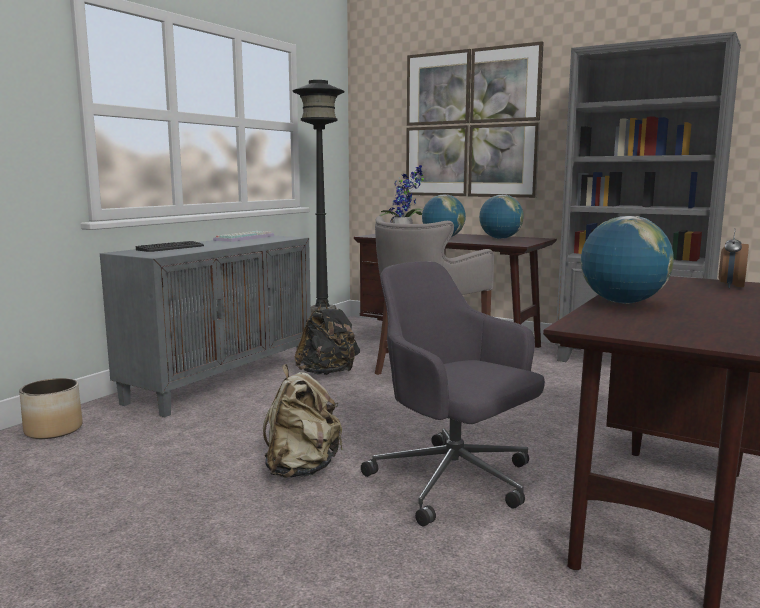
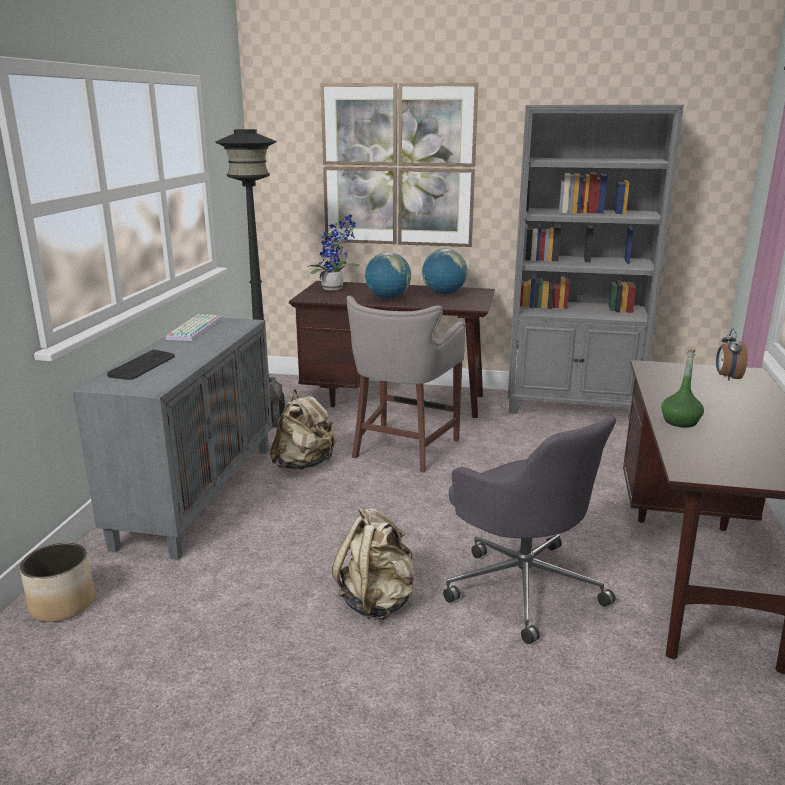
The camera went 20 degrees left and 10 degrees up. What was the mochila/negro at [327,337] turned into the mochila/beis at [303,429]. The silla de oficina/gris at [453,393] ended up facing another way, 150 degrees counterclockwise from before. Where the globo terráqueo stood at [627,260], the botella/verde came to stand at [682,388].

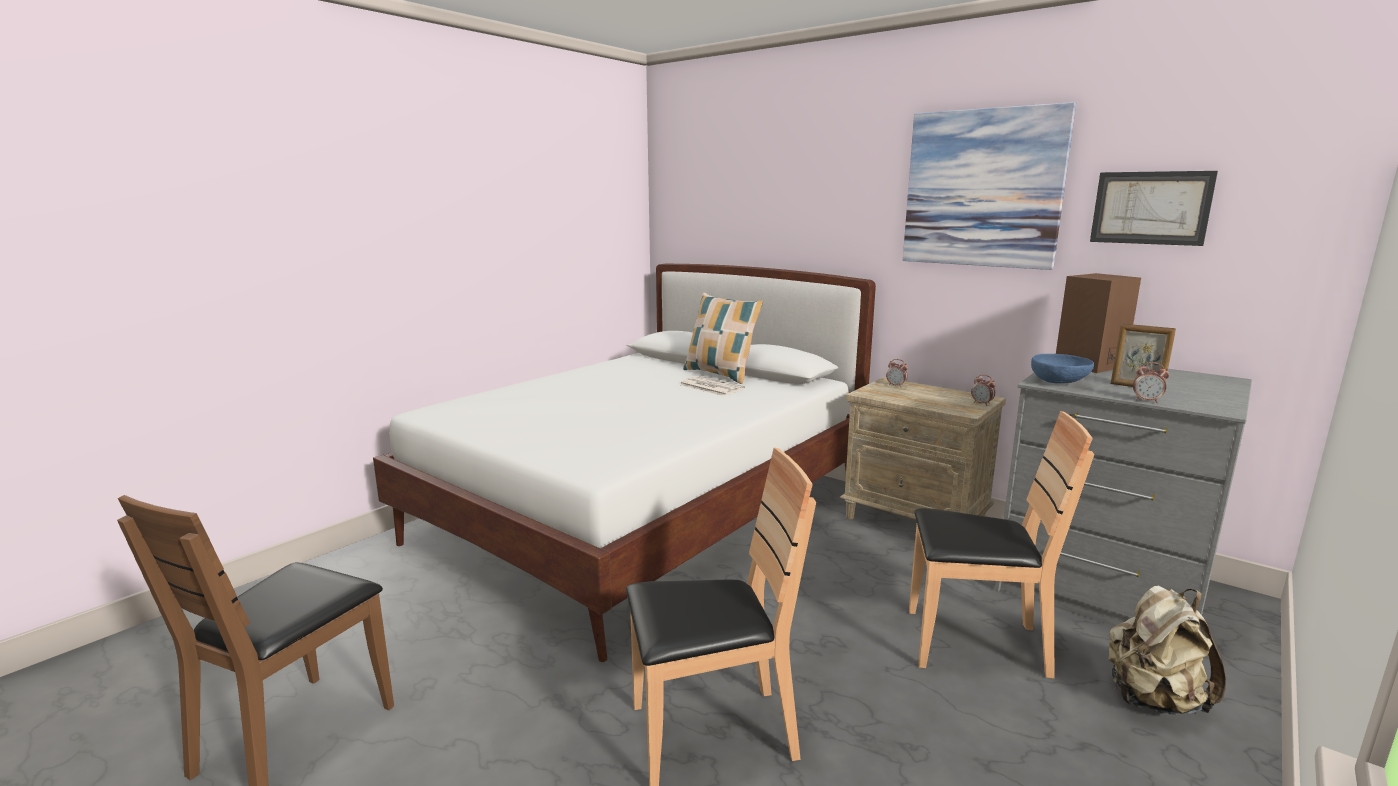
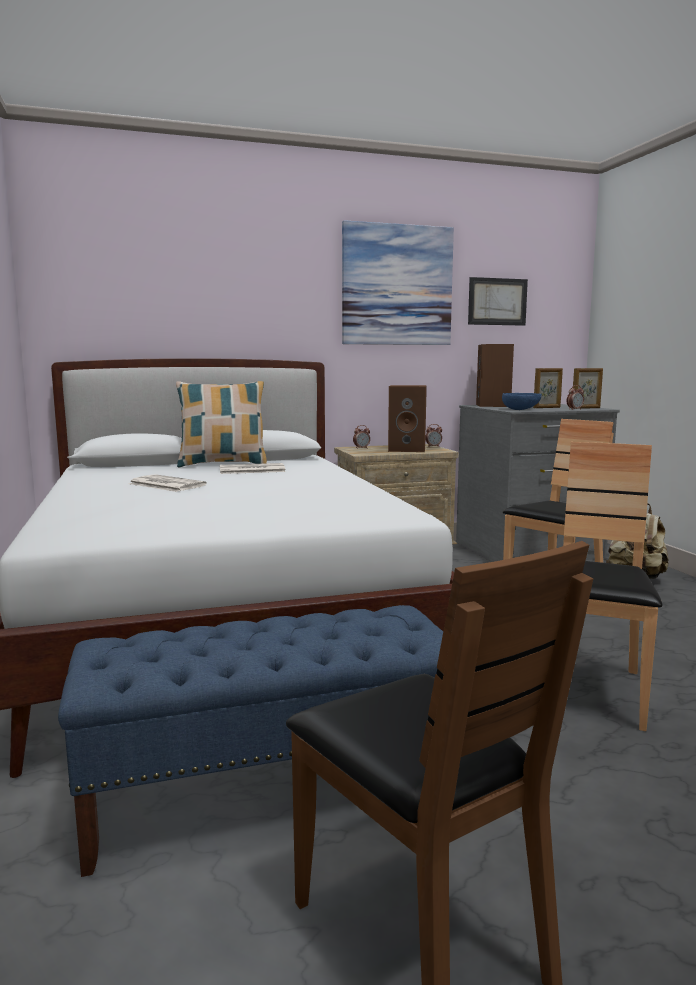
The camera went 55 degrees left and 5 degrees down. The second view gained the banco/azul at [250,741]. The second view gained the periódico at [168,483]. The second view gained the altavoz/marrón at [407,418]. The second view gained the portarretratos at [588,388].

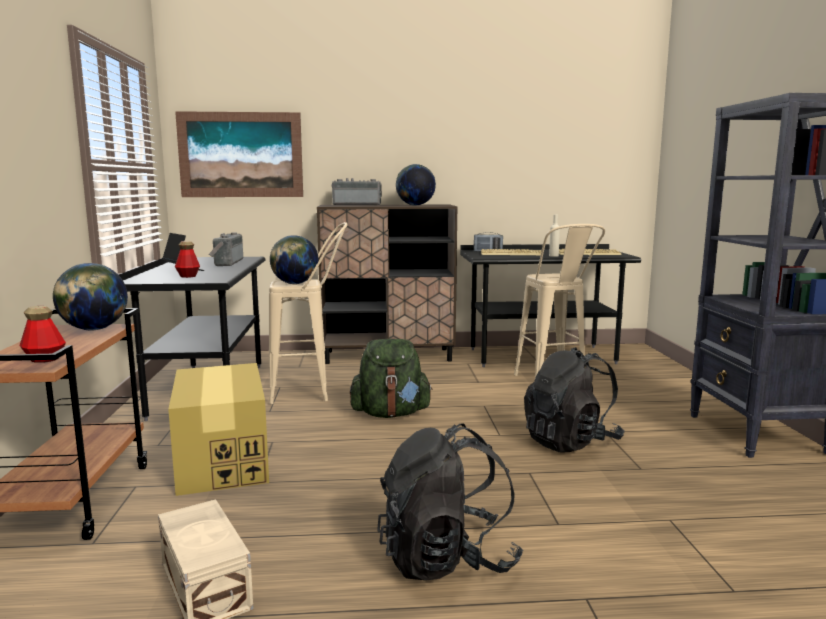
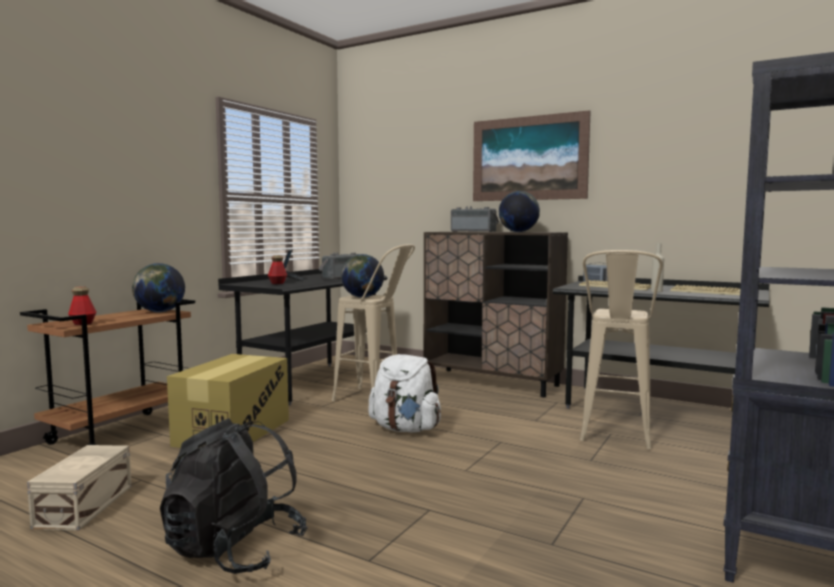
The camera went 35 degrees right and 5 degrees down. What was the mochila/verde at [391,378] turned into the mochila/blanco at [404,393]. The cuadro ended up elsewhere, having gone from [239,154] to [532,155]. The second view lost the mochila/negro at [574,400].

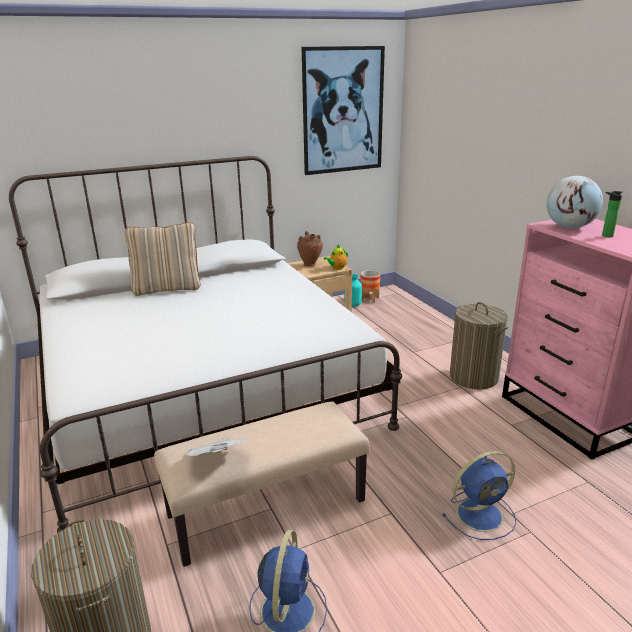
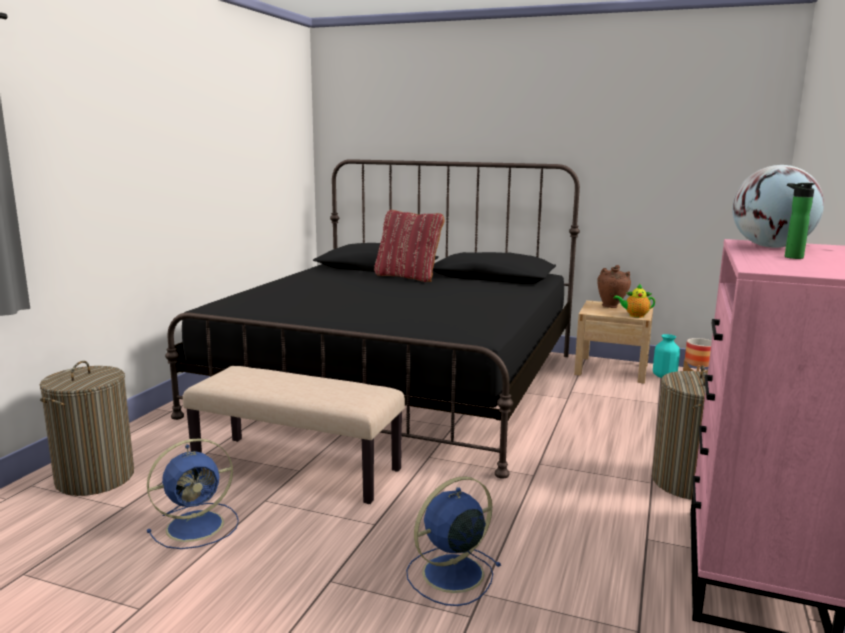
The camera went 45 degrees right and 10 degrees down. What was the cama/blanco at [205,344] turned into the cama/negro at [372,319]. What was the cojín/beis at [163,259] turned into the cojín/rojo at [409,246]. The ventilador/azul at [479,495] ended up facing another way, 120 degrees clockwise from before. The second view lost the periódico at [216,447]. The second view lost the cuadro at [343,110].

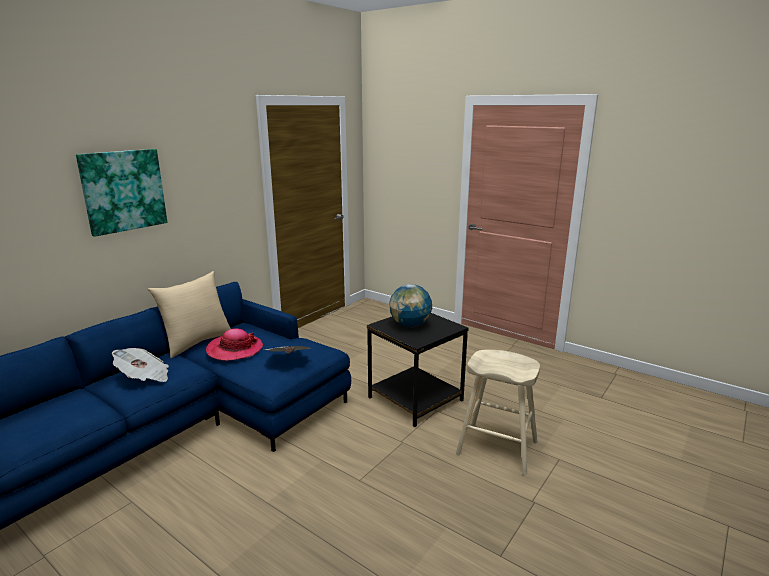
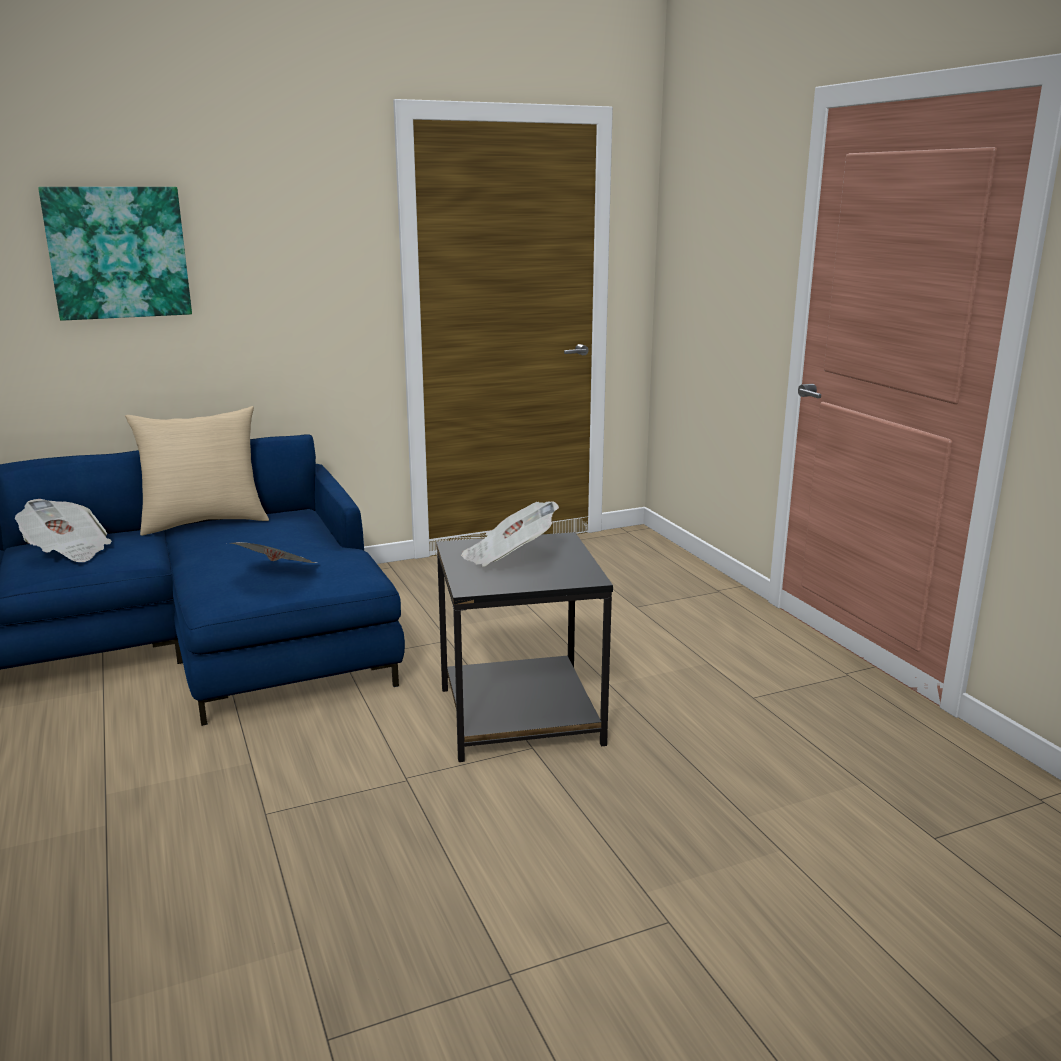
The camera went 30 degrees right and 0 degrees up. Where the globo terráqueo stood at [410,305], the periódico came to stand at [510,534]. The second view lost the sombrero at [234,345]. The second view lost the taburete/beis at [498,412].

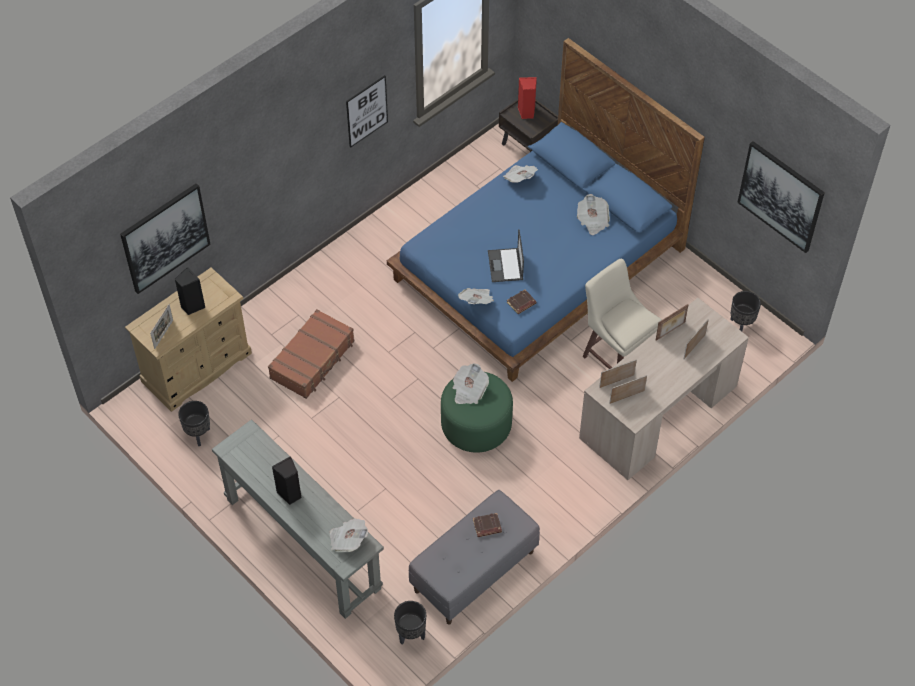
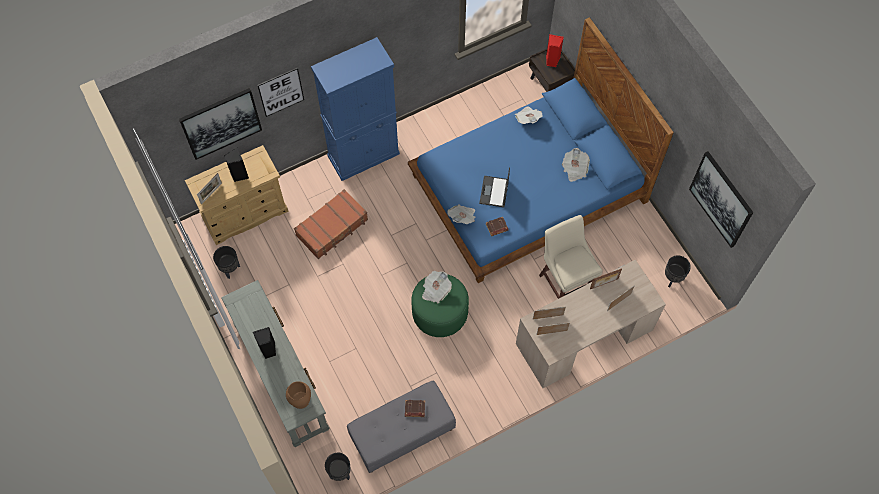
The camera went 15 degrees right and 10 degrees up. The cuadro ended up elsewhere, having gone from [367,111] to [280,92]. Where the periódico stood at [349,535], the florero/marrón came to stand at [298,395]. The second view gained the armario/azul at [355,109].

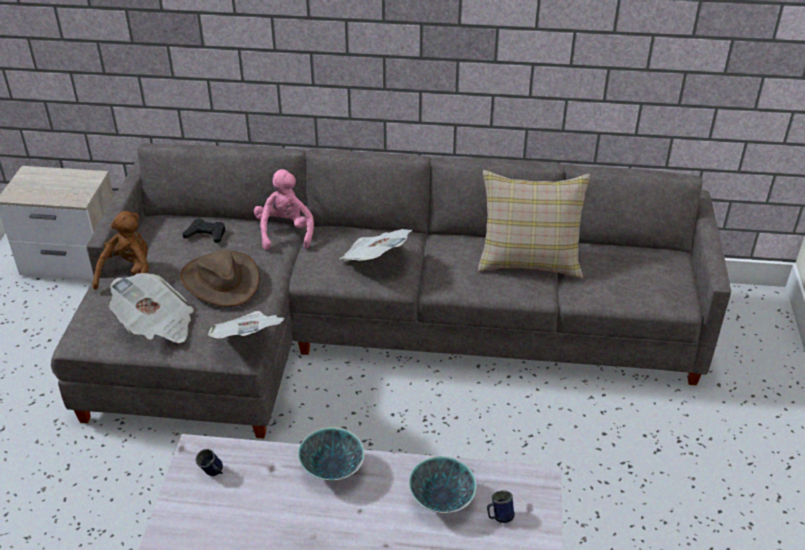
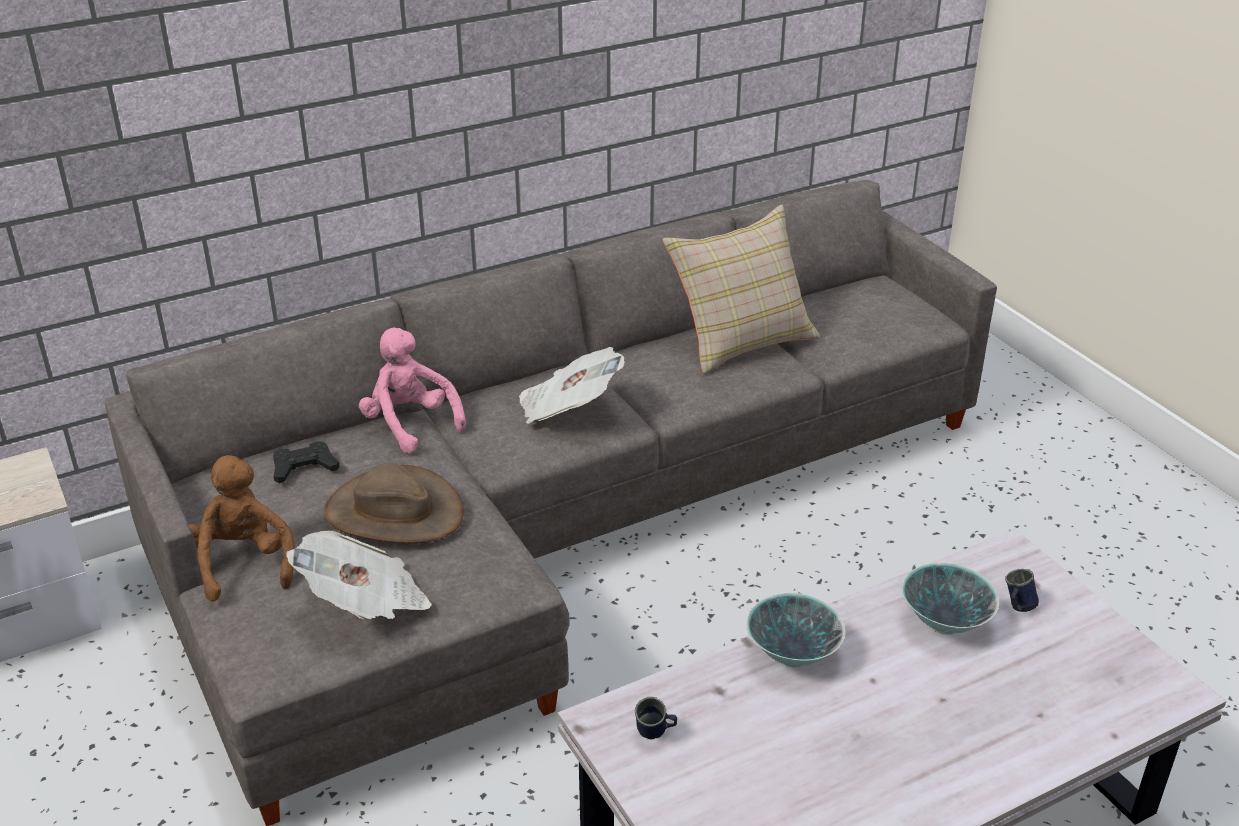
The camera went 35 degrees left and 5 degrees down. The second view lost the periódico at [246,324].

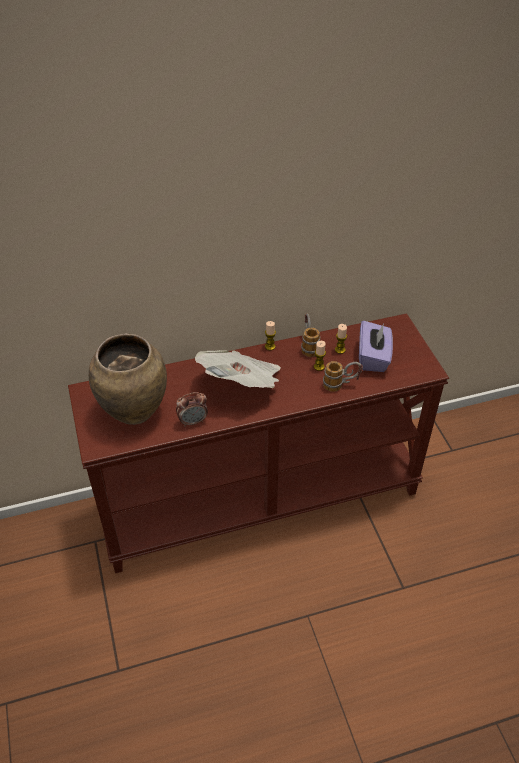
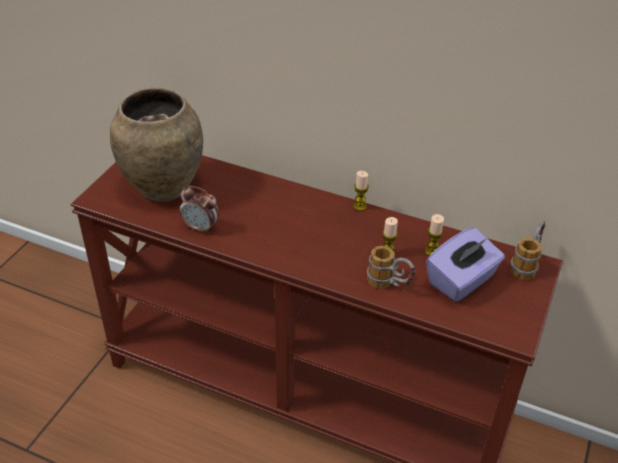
The camera went 40 degrees right and 5 degrees down. The taza grande ended up elsewhere, having gone from [310,335] to [528,250]. The second view lost the periódico at [238,369].

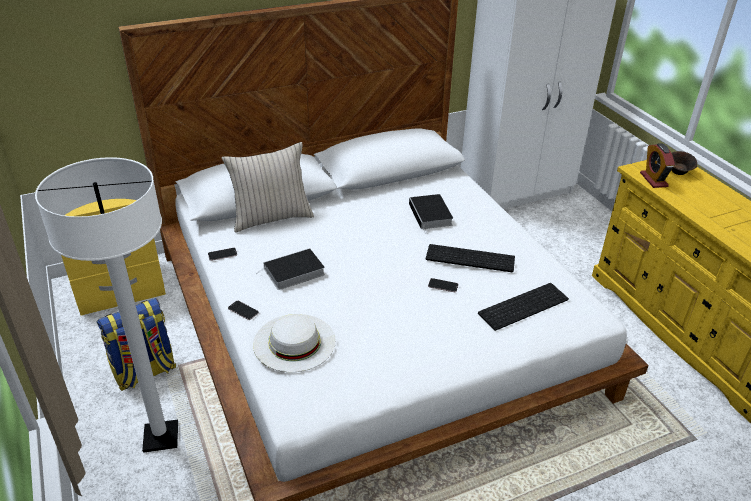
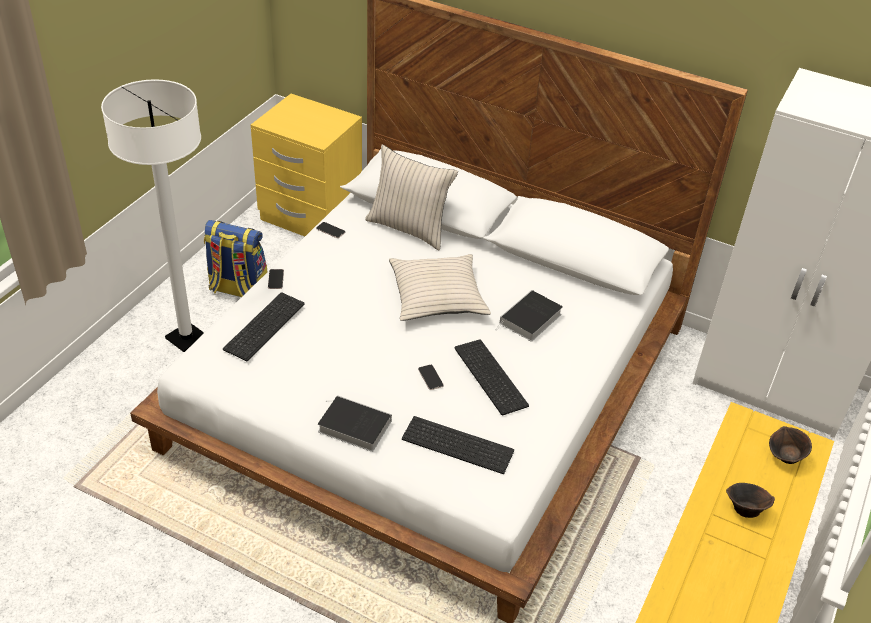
The camera went 50 degrees right and 5 degrees up. Where the sombrero/blanco stood at [294,343], the teclado came to stand at [264,326]. The libro ended up elsewhere, having gone from [291,269] to [355,423]. The second view gained the cojín/beis at [440,287]. The second view gained the cuenco/marrón at [750,500]. The second view lost the despertador at [657,165].

